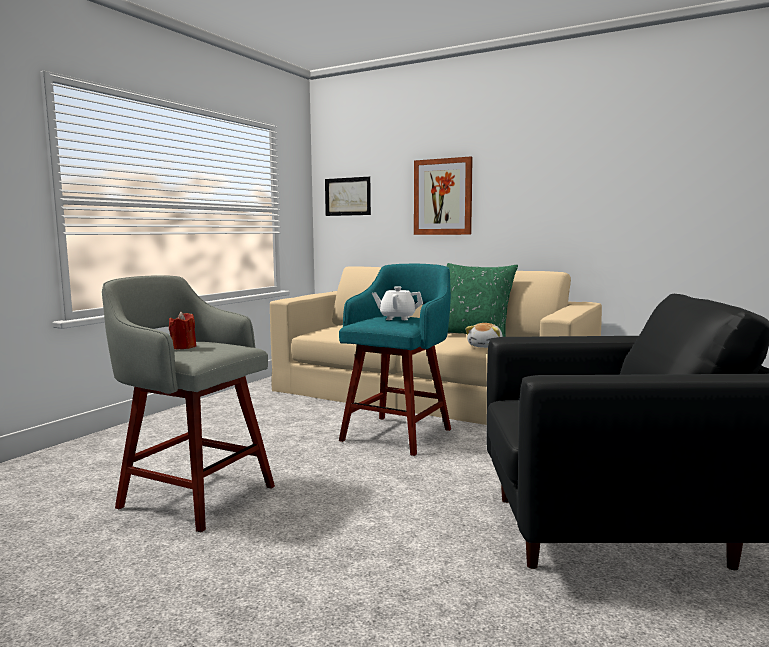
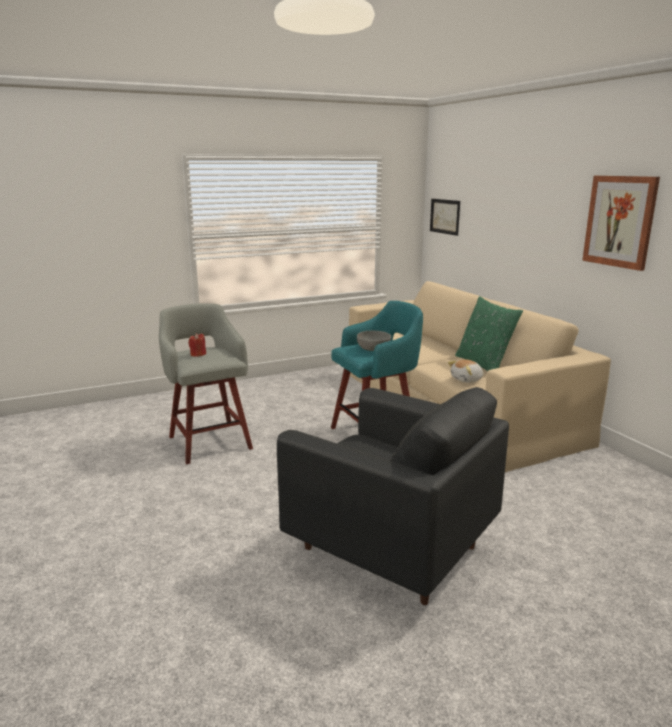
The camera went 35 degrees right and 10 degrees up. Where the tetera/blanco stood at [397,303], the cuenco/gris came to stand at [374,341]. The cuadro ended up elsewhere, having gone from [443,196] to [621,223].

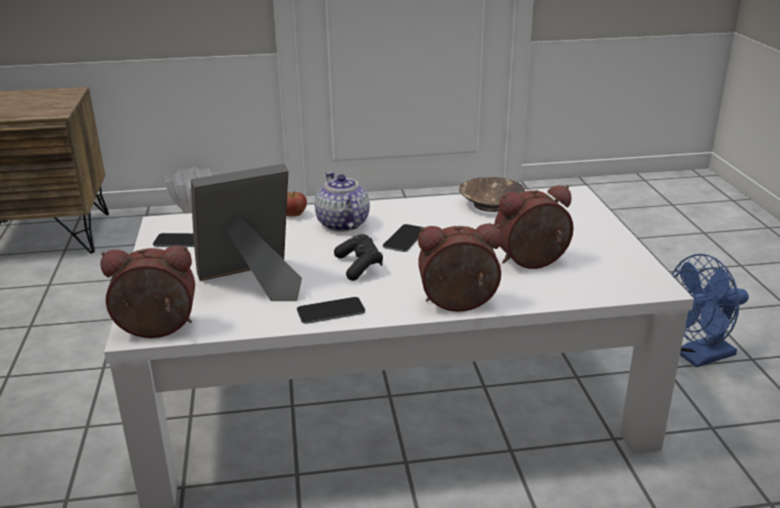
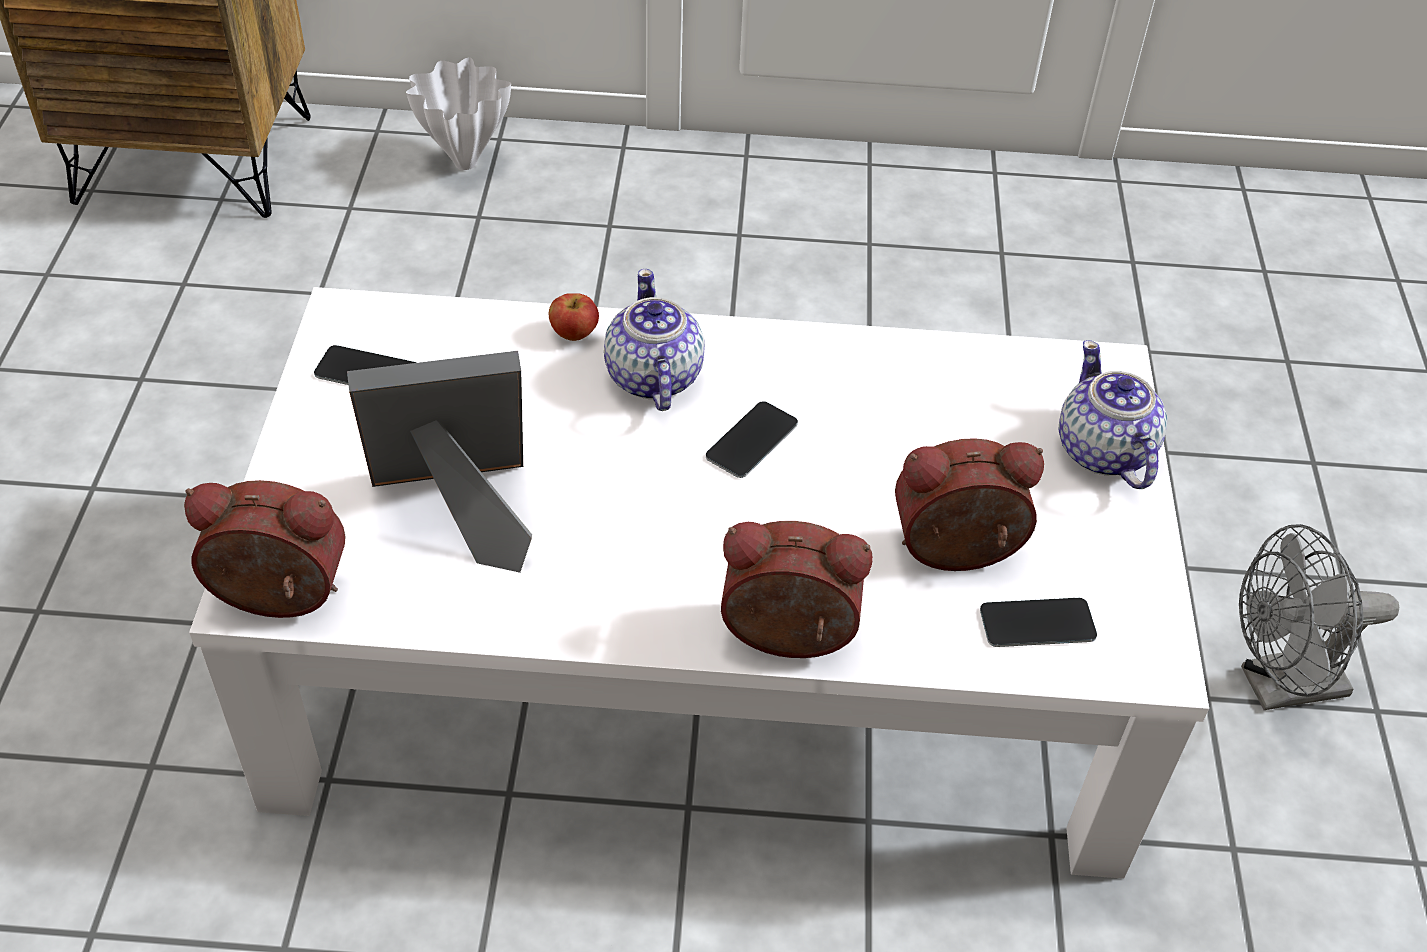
The camera went 10 degrees right and 20 degrees up. The móvil ended up elsewhere, having gone from [331,310] to [1038,622]. The second view gained the tetera at [1113,414]. What was the ventilador/azul at [710,311] turned into the ventilador/gris at [1319,617]. The second view lost the mando de consola/negro at [358,257]. The second view lost the cuenco/marrón at [492,194].

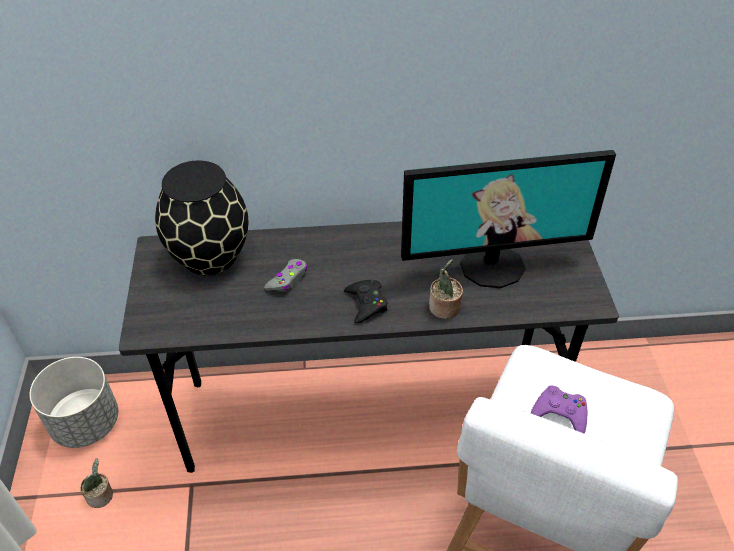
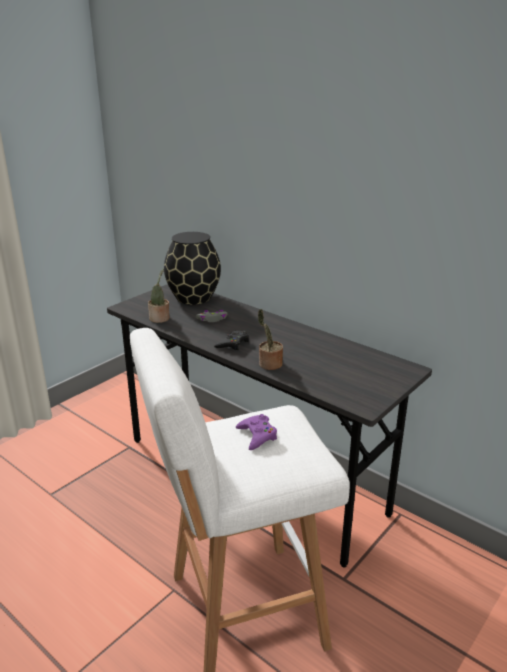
The camera went 45 degrees right and 20 degrees down. The planta en maceta ended up elsewhere, having gone from [96,483] to [159,296]. The second view lost the maceta/gris at [74,402]. The second view lost the monitor at [508,219].

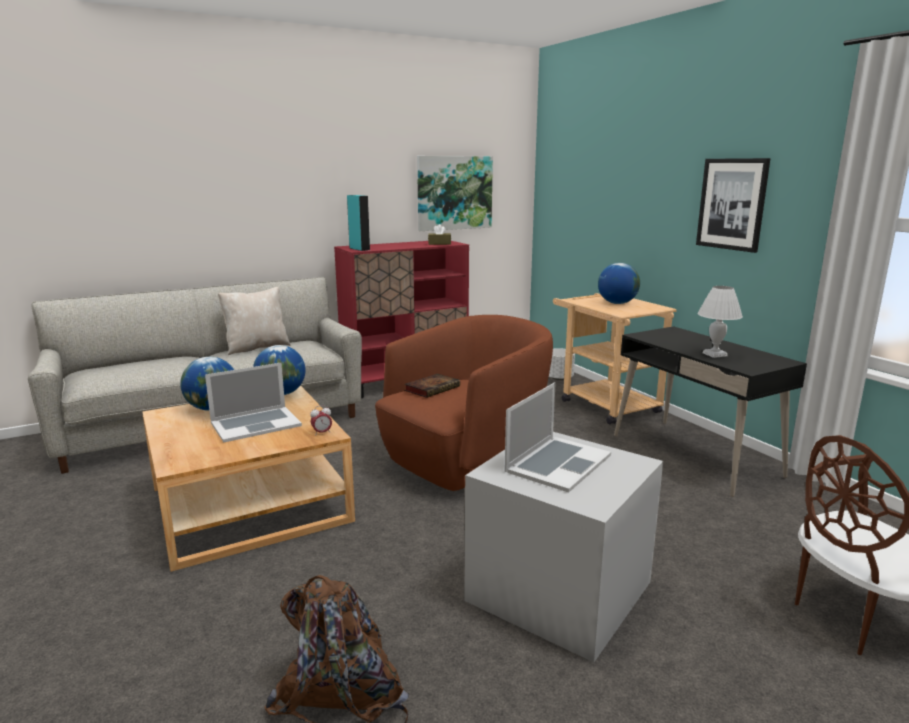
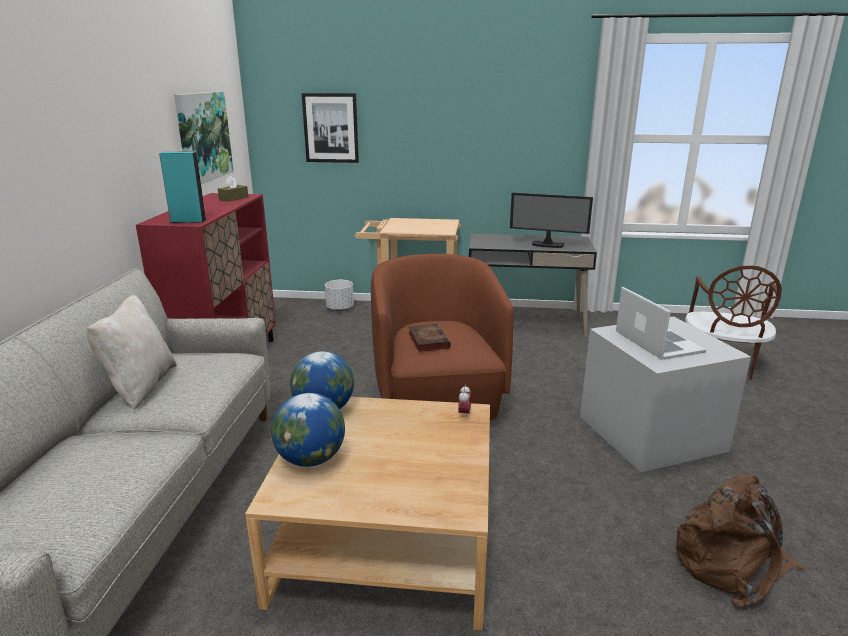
The camera went 55 degrees left and 5 degrees up. The cuadro ended up elsewhere, having gone from [733,205] to [330,128]. Where the lámpara de mesa/blanco stood at [720,322], the monitor came to stand at [551,220]. The second view lost the portátil at [253,403]. The second view lost the globo terráqueo at [619,283].

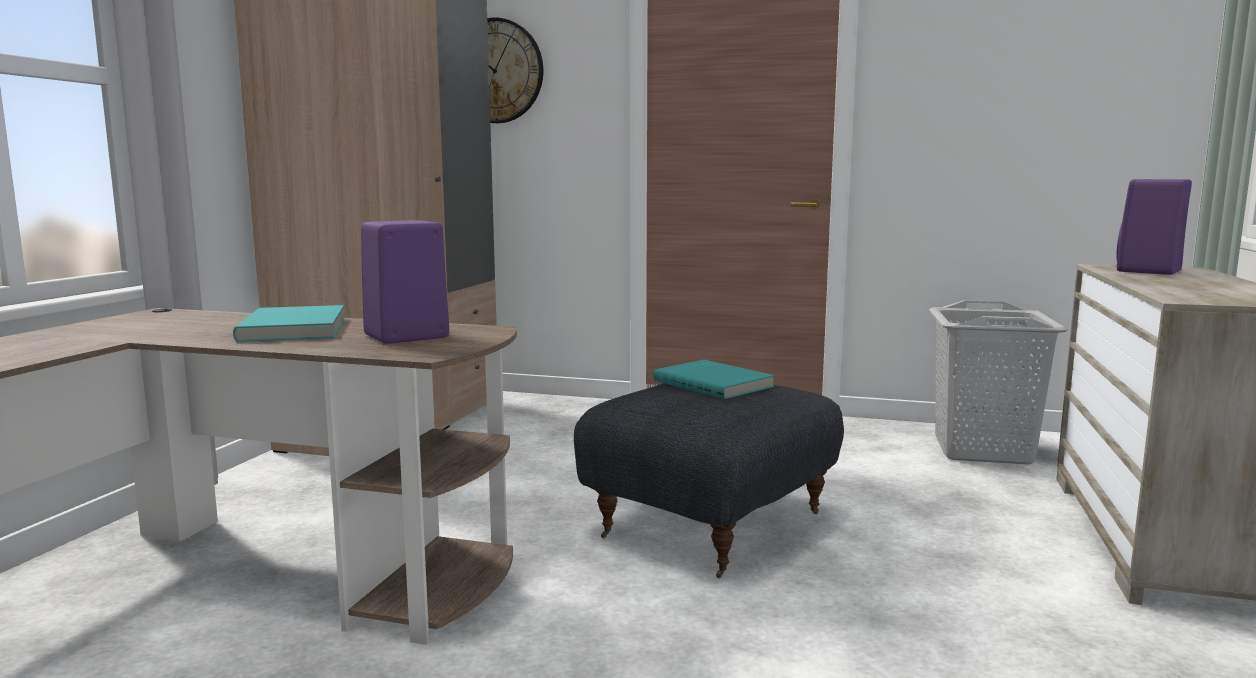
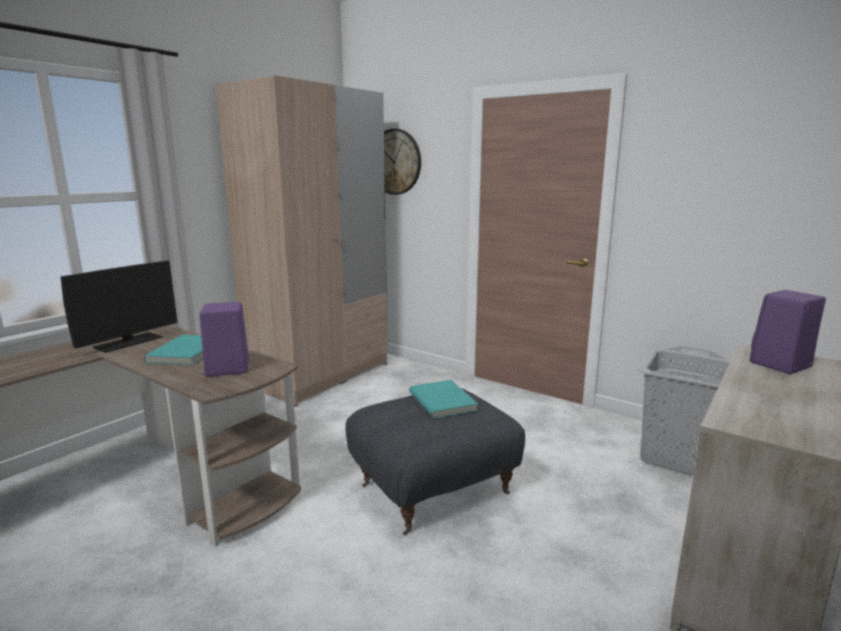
The camera went 20 degrees right and 5 degrees up. The second view gained the monitor at [119,307].

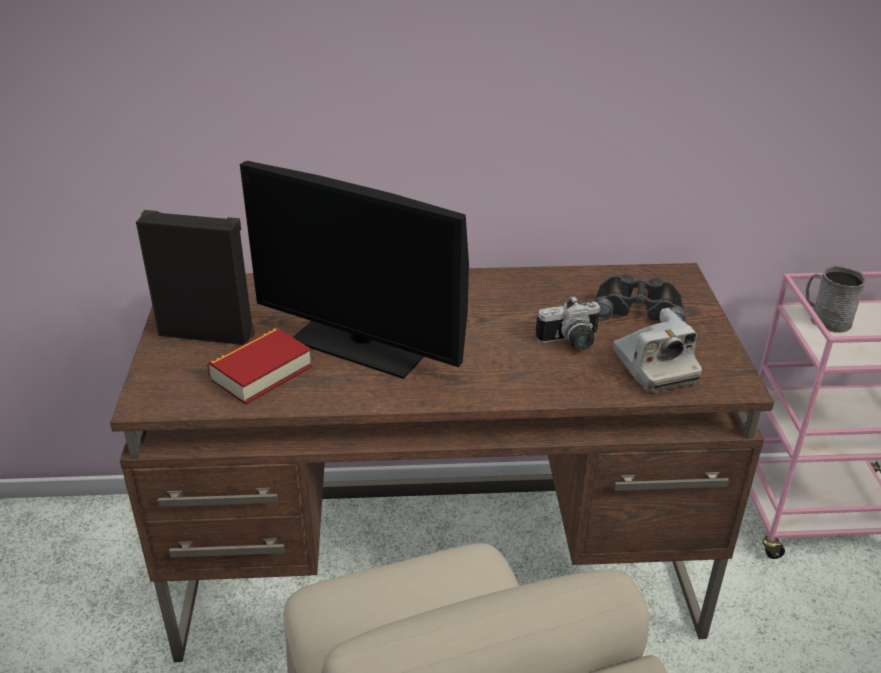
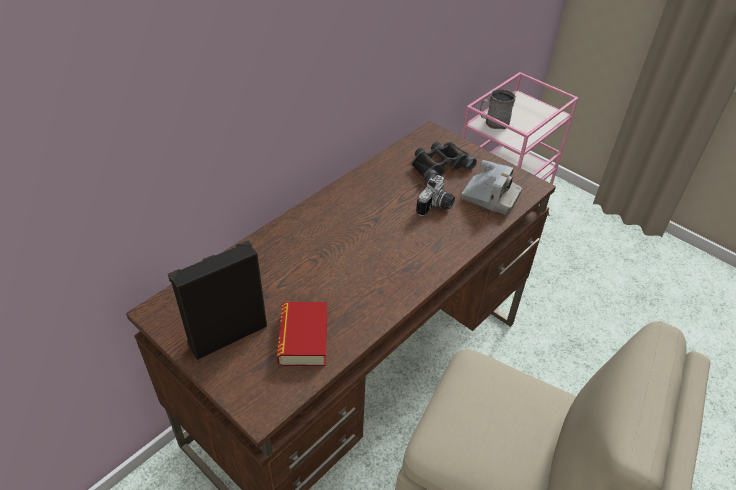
The camera went 45 degrees left and 10 degrees up. The second view lost the monitor at [354,270].

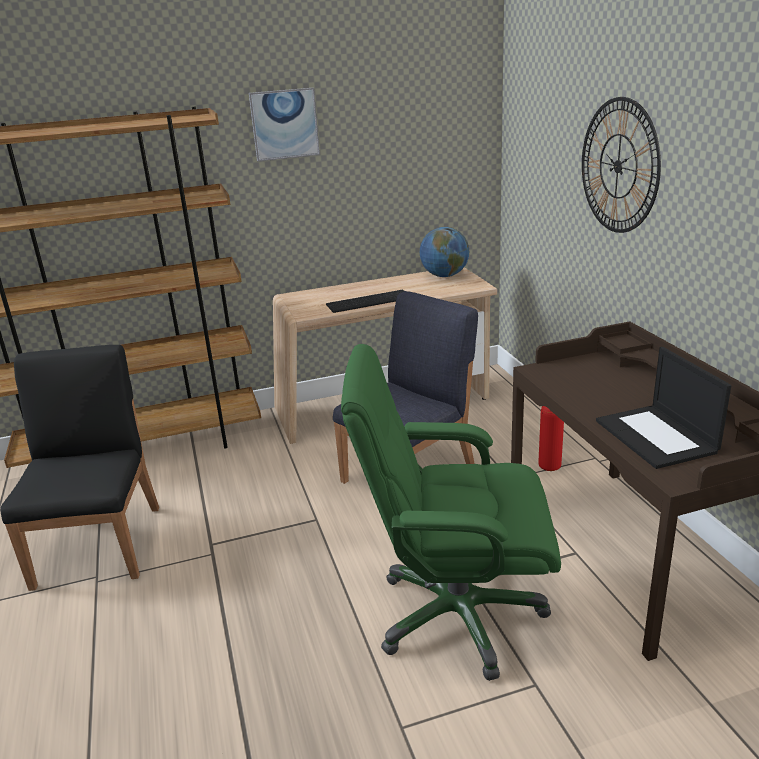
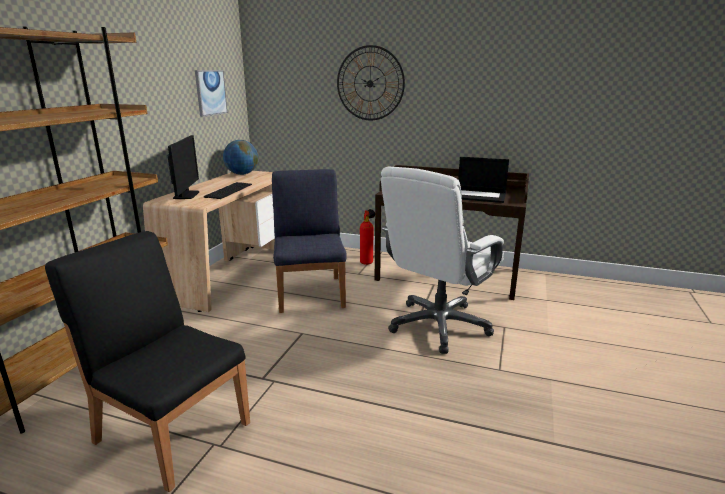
The camera went 55 degrees left and 5 degrees down. The second view gained the monitor at [183,167]. The cuadro ended up elsewhere, having gone from [284,124] to [211,93]. What was the silla de oficina/verde at [451,512] turned into the silla de oficina/blanco at [442,260].

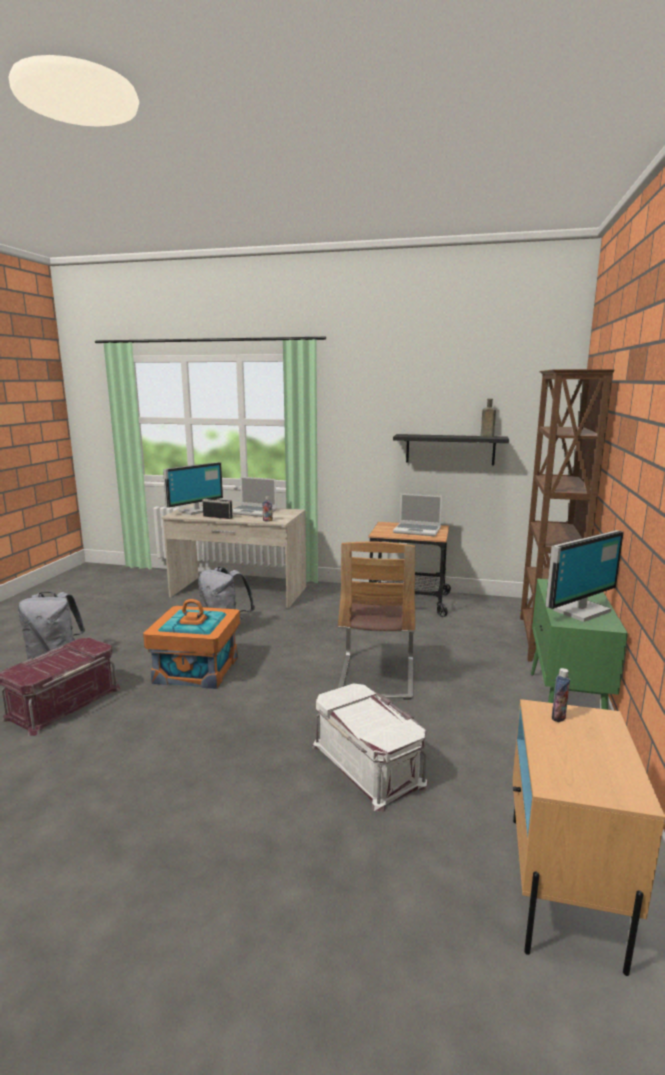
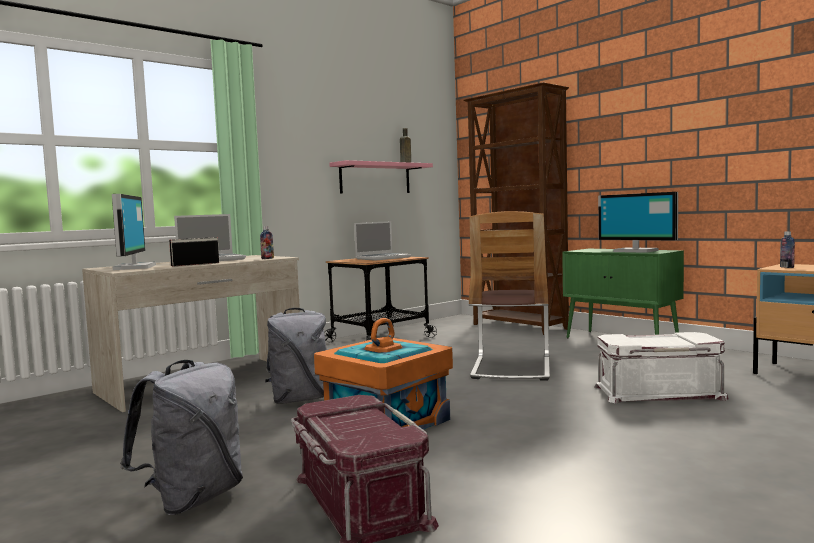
The camera went 55 degrees left and 10 degrees down. What was the estante/negro at [451,449] turned into the estante/rosa at [381,176]. The silla at [376,620] ended up facing another way, 60 degrees clockwise from before. The monitor at [584,576] ended up facing another way, 135 degrees clockwise from before.

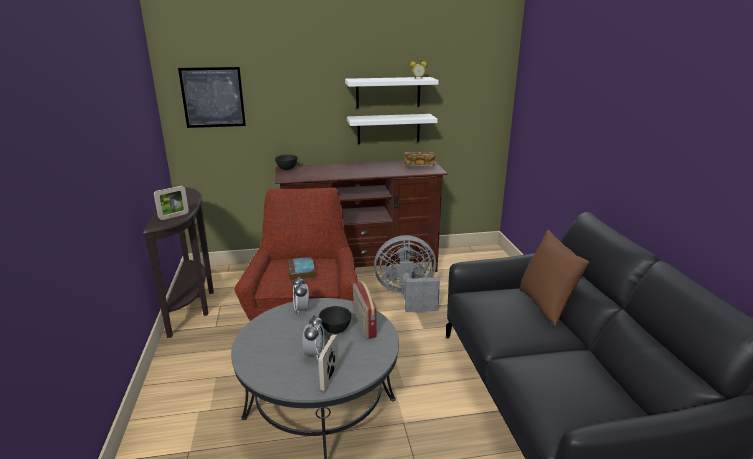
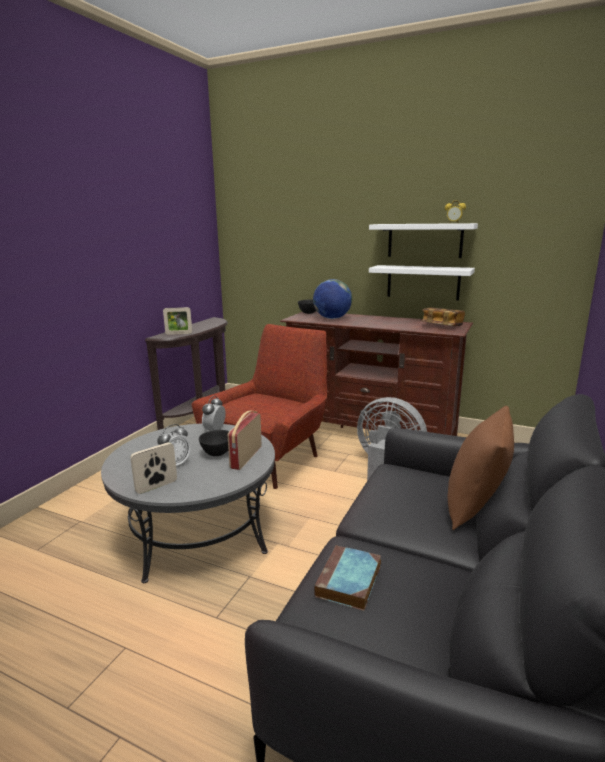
The camera went 35 degrees right and 5 degrees down. The second view gained the globo terráqueo at [332,299]. The libro ended up elsewhere, having gone from [302,269] to [347,578]. The second view lost the cuadro at [212,97].

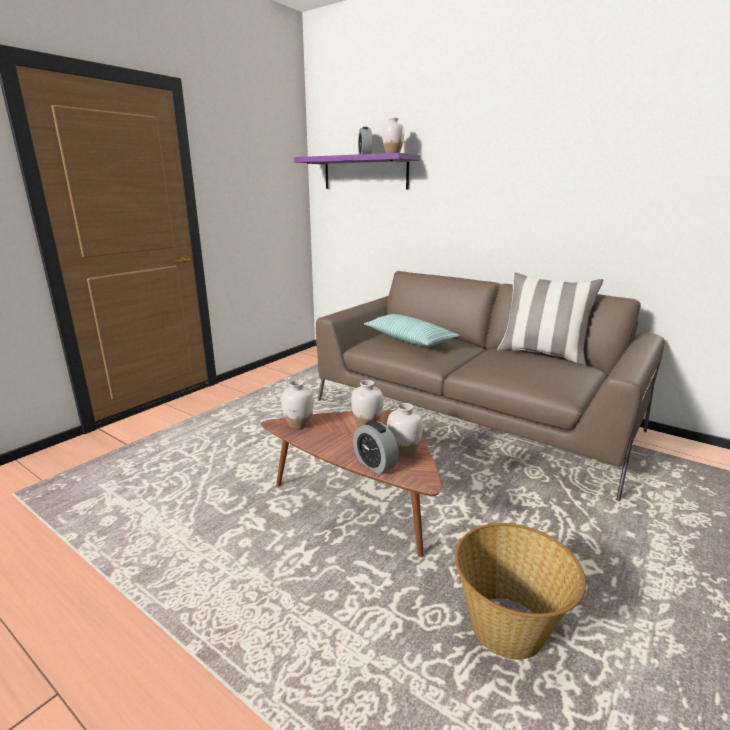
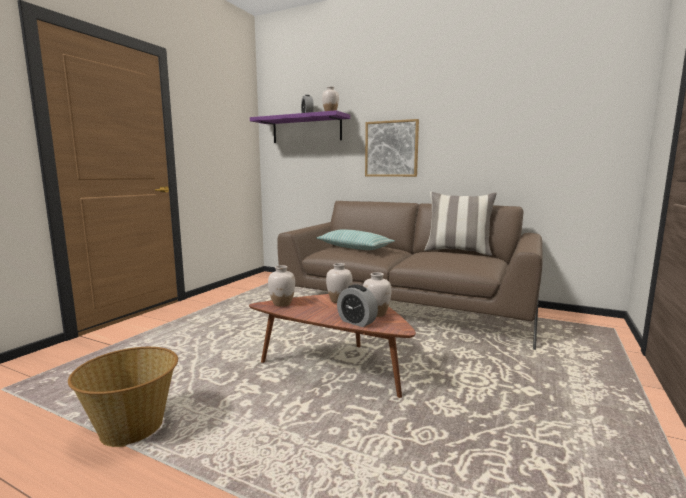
The camera went 10 degrees left and 10 degrees down. The cesta ended up elsewhere, having gone from [520,591] to [123,397]. The second view gained the cuadro at [392,148].

